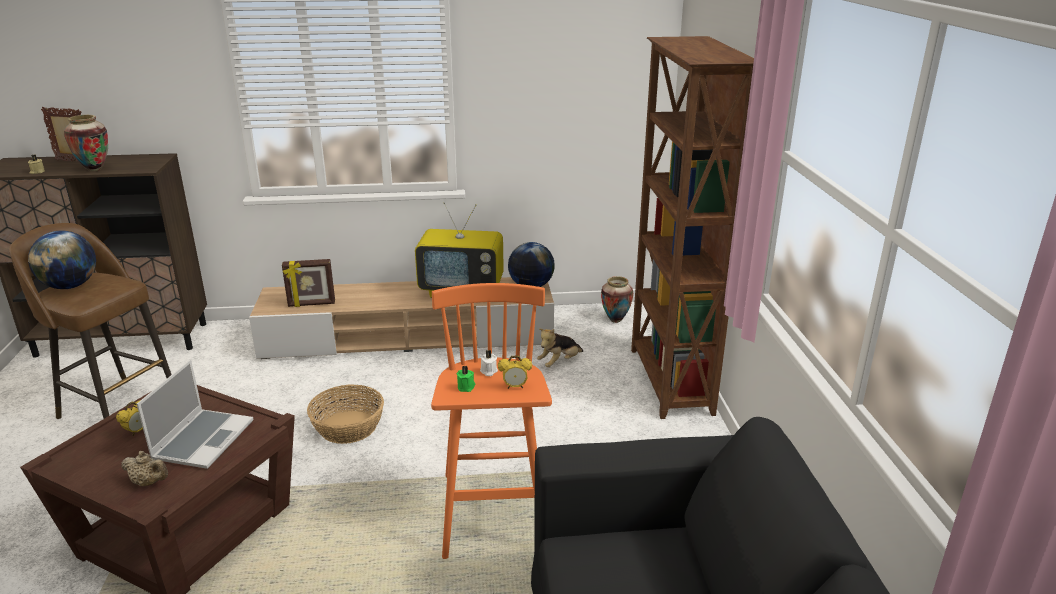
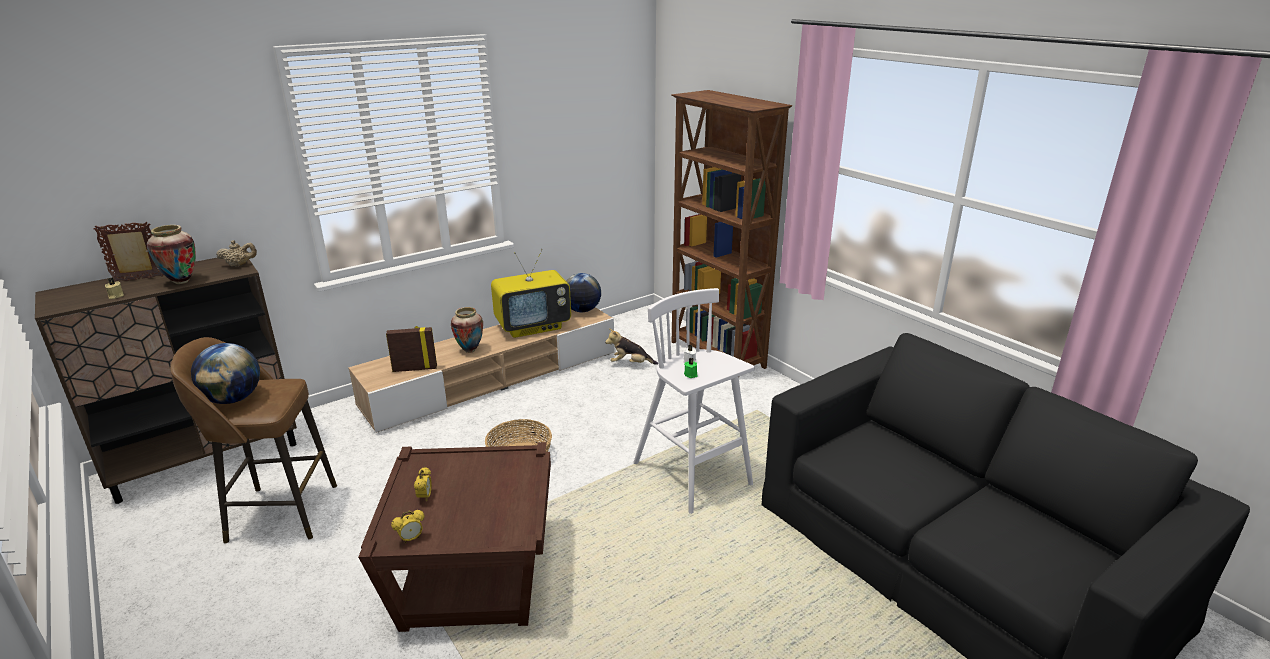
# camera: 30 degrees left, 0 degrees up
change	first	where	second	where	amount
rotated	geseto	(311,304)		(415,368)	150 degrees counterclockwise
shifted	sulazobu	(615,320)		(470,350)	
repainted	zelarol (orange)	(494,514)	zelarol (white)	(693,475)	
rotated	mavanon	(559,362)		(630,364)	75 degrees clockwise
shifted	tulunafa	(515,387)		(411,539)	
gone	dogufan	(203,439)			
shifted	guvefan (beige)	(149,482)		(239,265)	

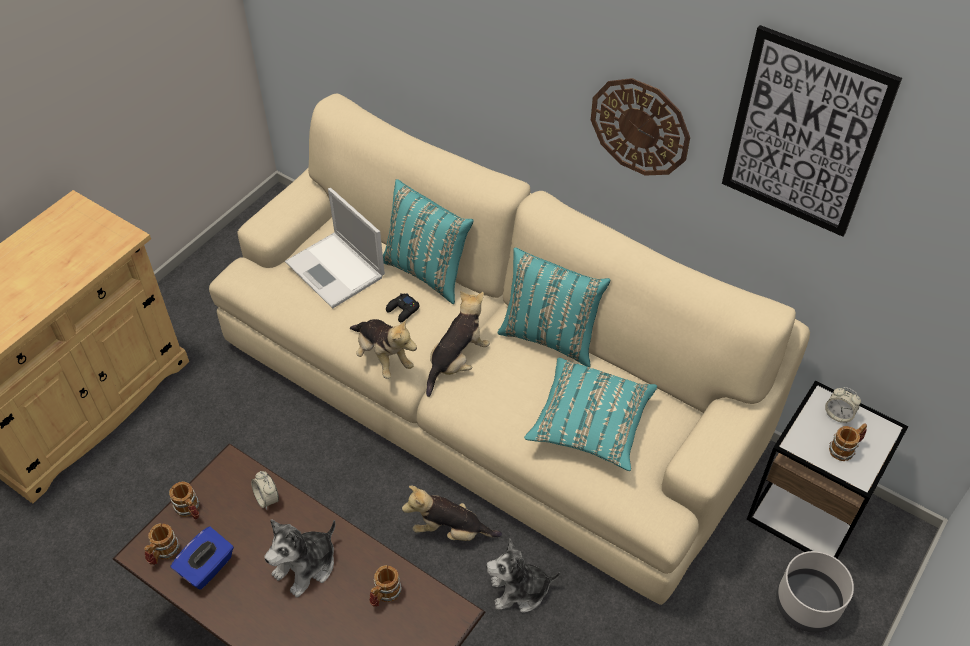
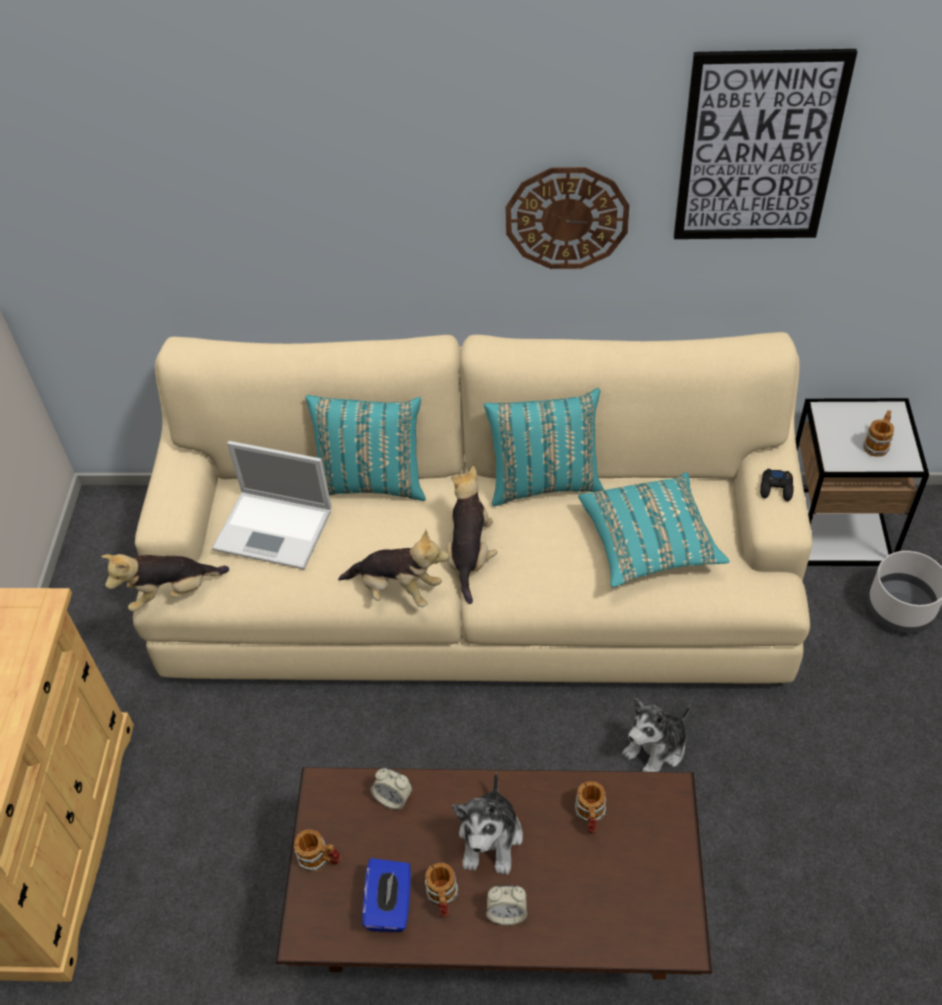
# camera: 30 degrees left, 0 degrees up
change	first	where	second	where	amount
shifted	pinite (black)	(403,310)		(776,488)	
shifted	tulunafa	(838,415)		(507,913)	
shifted	mavanon	(450,531)		(172,593)	
shifted	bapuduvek	(163,553)		(443,898)	

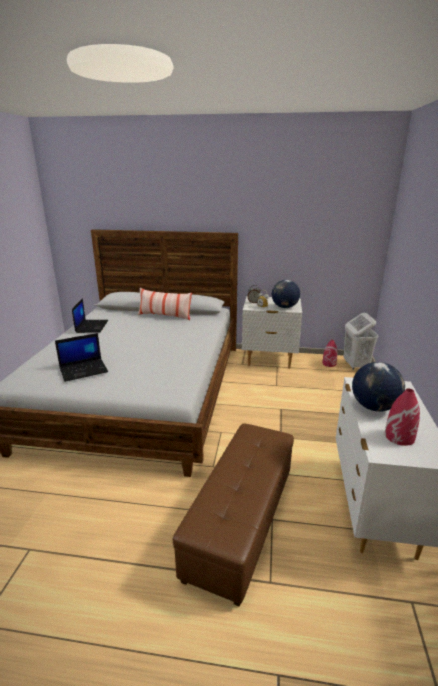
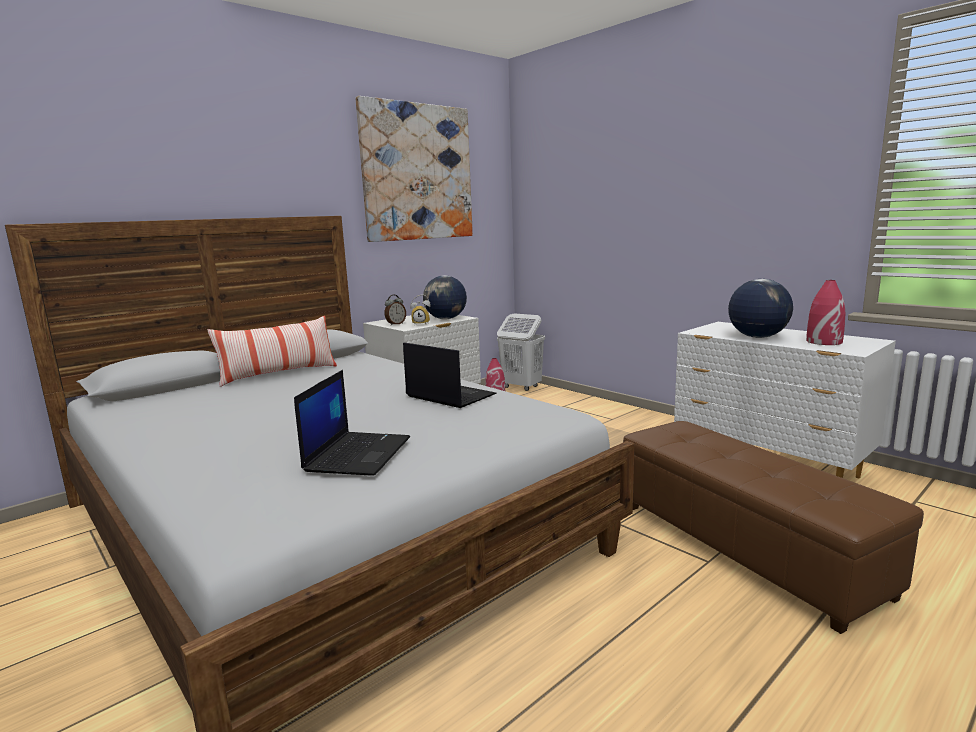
# camera: 50 degrees left, 10 degrees down
change	first	where	second	where	amount
shifted	dogufan	(91,326)		(449,396)	
new			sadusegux	(417,173)	

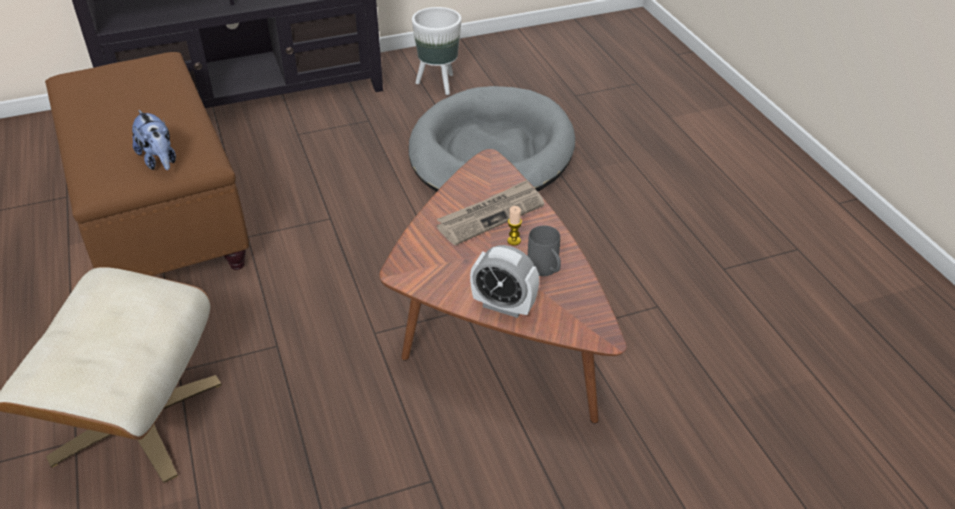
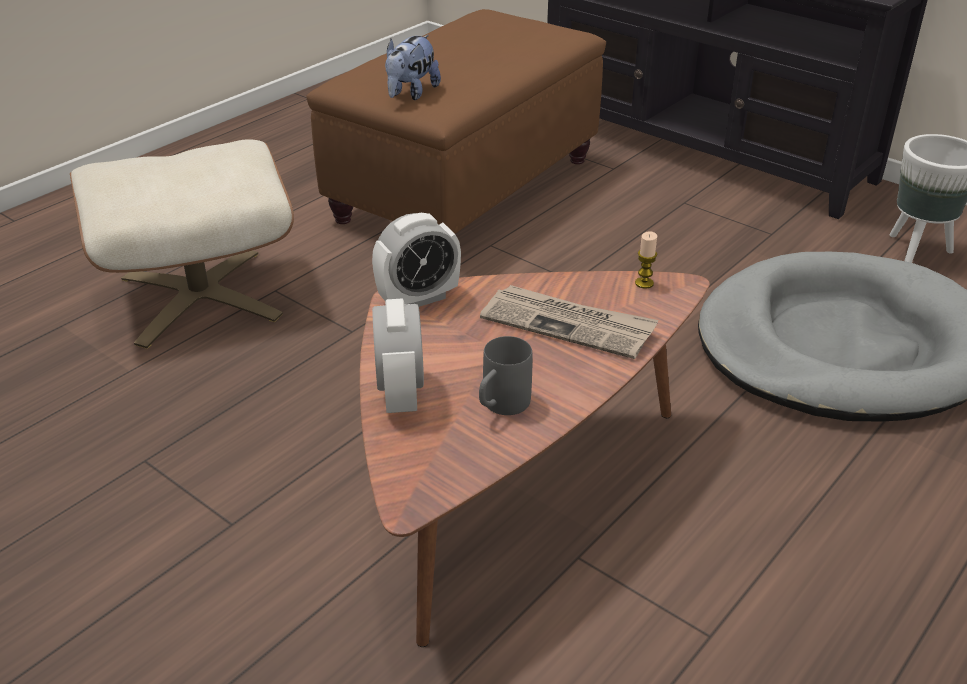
# camera: 60 degrees right, 5 degrees down
change	first	where	second	where	amount
shifted	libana	(514,241)		(644,283)	
new			tulunafa	(418,299)	

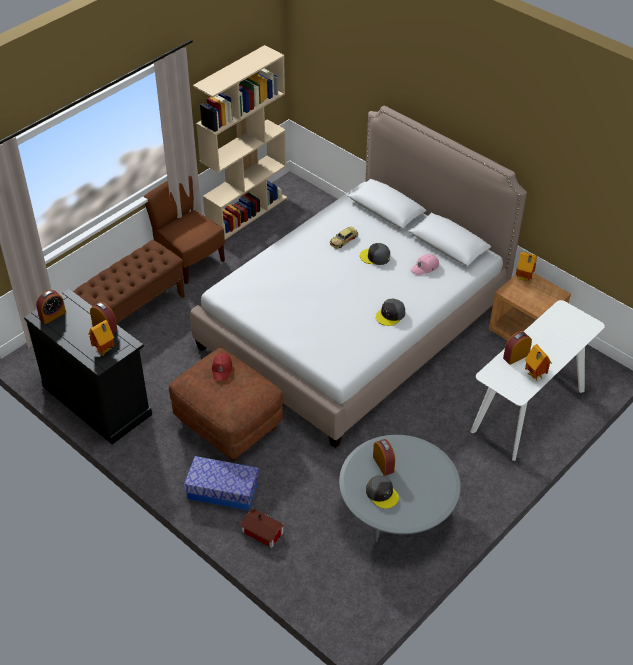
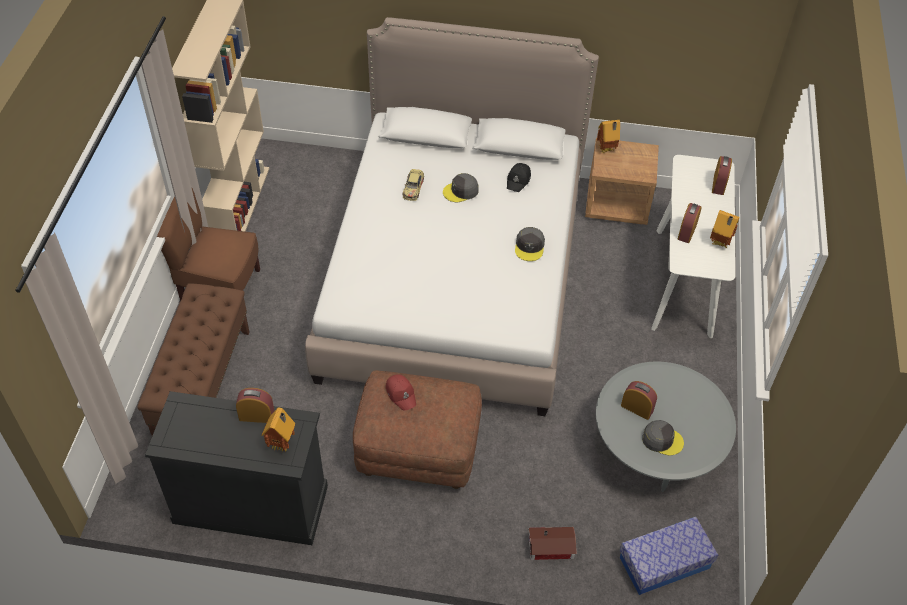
# camera: 35 degrees left, 5 degrees up
change	first	where	second	where	amount
repainted	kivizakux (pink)	(425,267)	kivizakux (black)	(518,180)	
shifted	tulunafa	(52,315)		(718,184)	
shifted	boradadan	(222,491)		(664,563)	

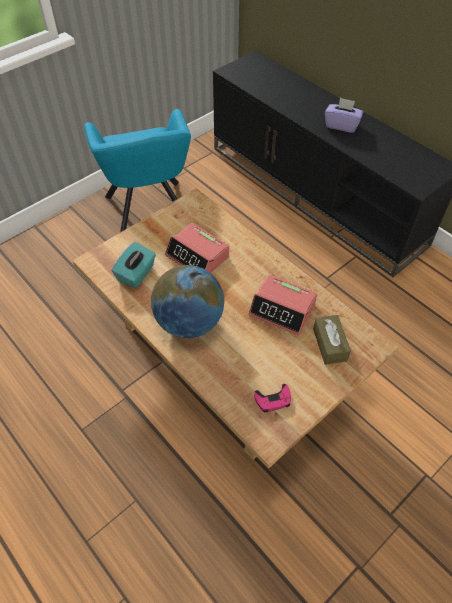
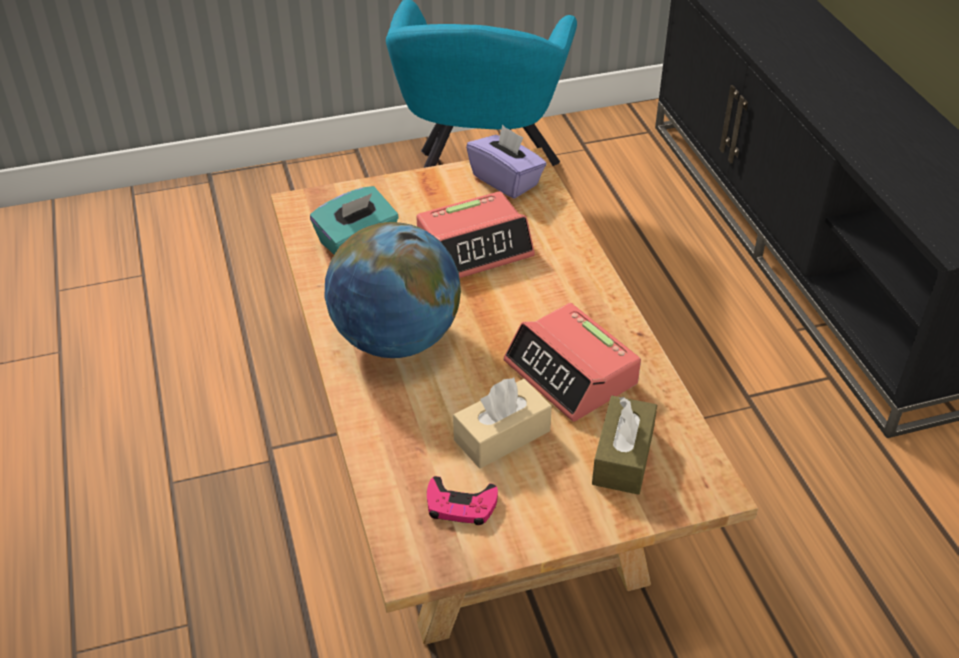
# camera: 25 degrees right, 10 degrees down
change	first	where	second	where	amount
shifted	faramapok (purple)	(341,125)		(506,180)	
rotated	tulunafa	(197,256)		(475,247)	90 degrees counterclockwise
new			faramapok (beige)	(502,435)	

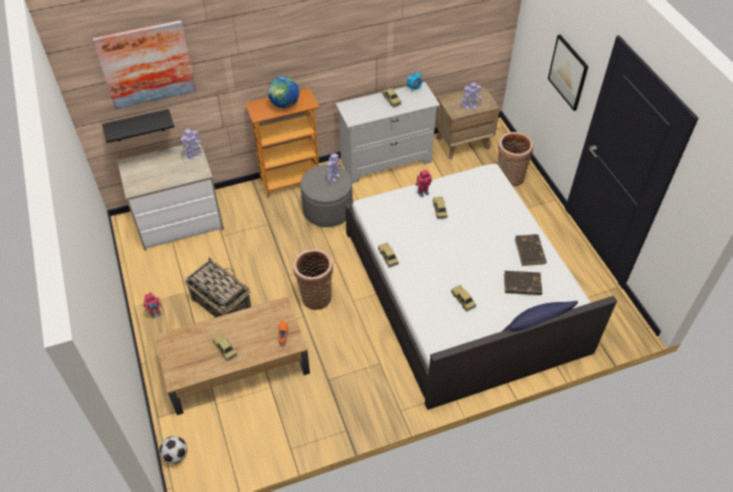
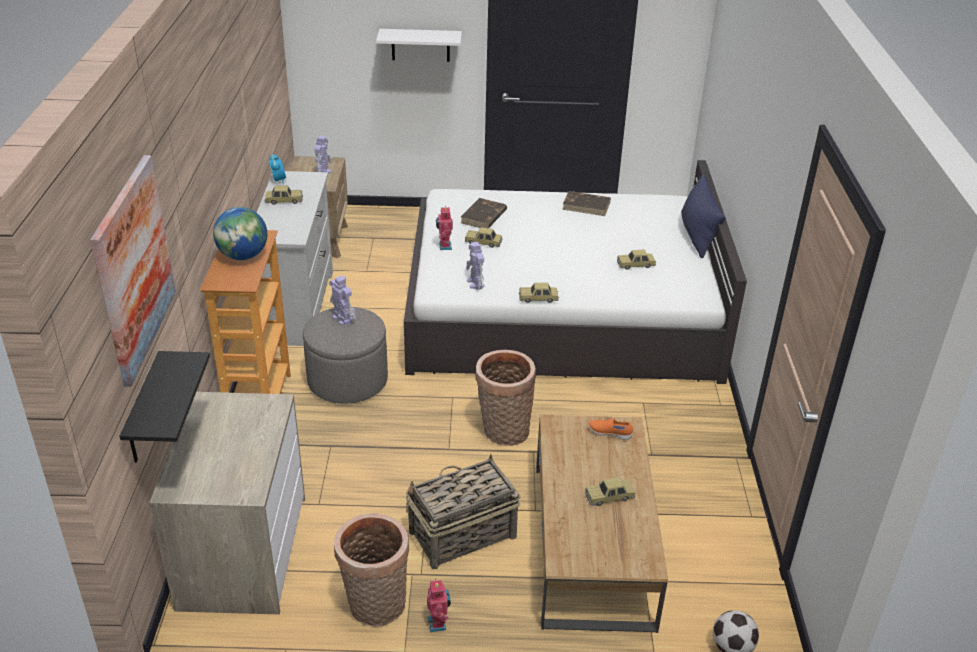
# camera: 70 degrees left, 15 degrees down
change	first	where	second	where	amount
swapped	sadusegux	(568,72)	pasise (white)	(420,45)	
shifted	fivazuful	(193,154)		(475,283)	
shifted	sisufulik	(509,177)		(375,608)	
shifted	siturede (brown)	(521,284)		(483,217)	

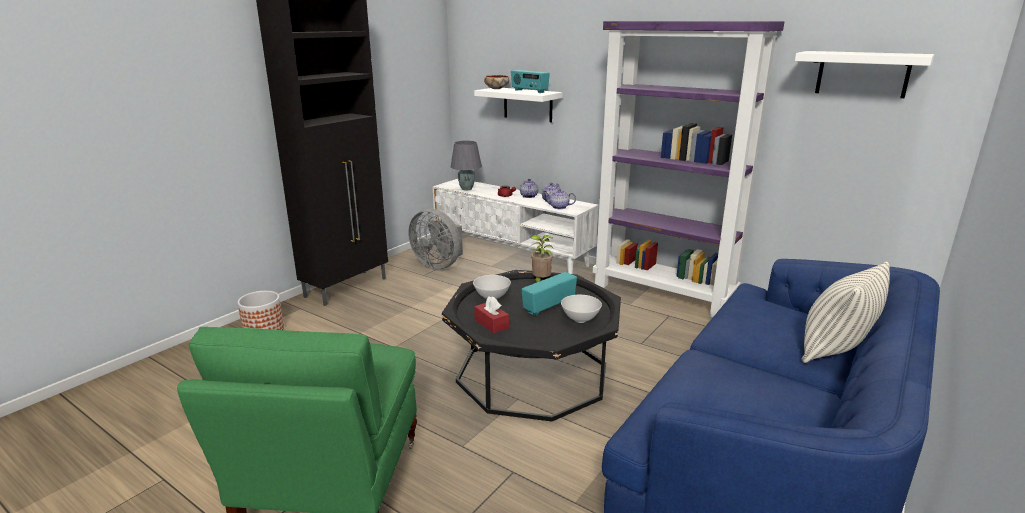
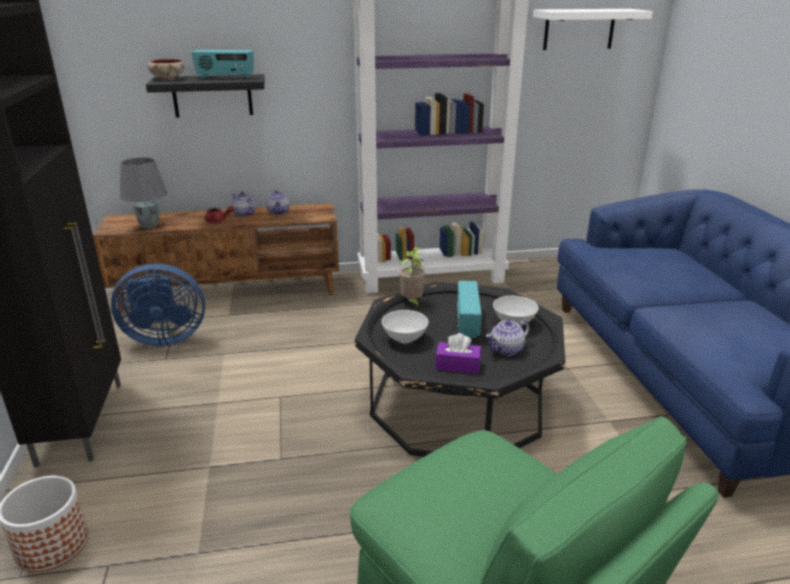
# camera: 45 degrees left, 5 degrees up
change	first	where	second	where	amount
repainted	pasise (white)	(528,104)	pasise (black)	(212,95)	
repainted	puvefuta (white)	(512,254)	puvefuta (brown)	(230,292)	
shifted	guvefan	(559,207)		(506,350)	
repainted	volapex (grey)	(439,264)	volapex (blue)	(164,338)	
gone	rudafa	(835,350)			
repainted	faramapok (red)	(491,324)	faramapok (purple)	(457,365)	

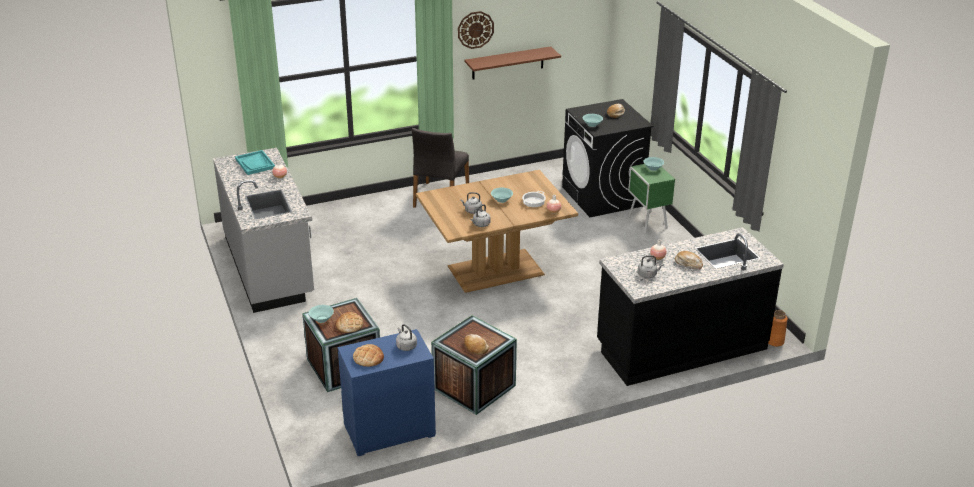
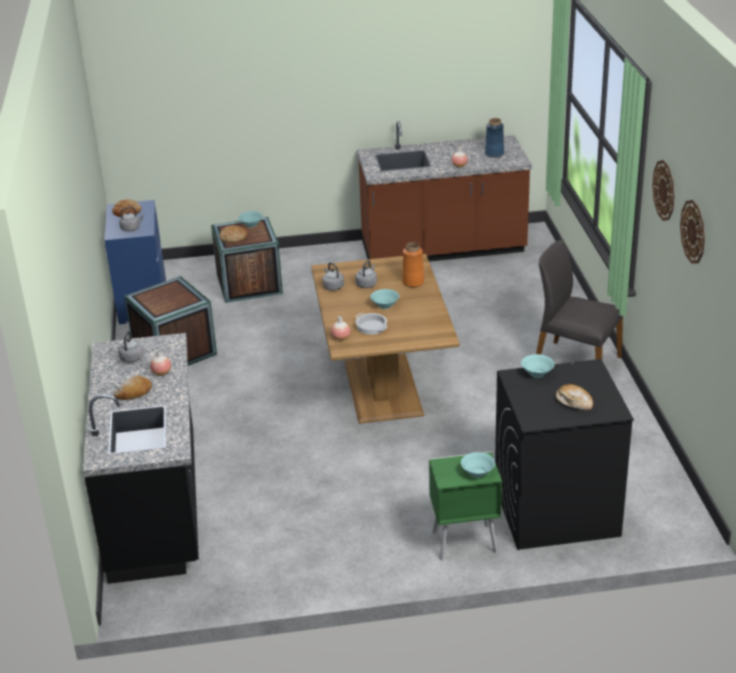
# camera: 105 degrees right, 0 degrees up
change	first	where	second	where	amount
gone	pasise (brown)	(508,63)			
repainted	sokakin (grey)	(269,266)	sokakin (brown)	(443,249)	
swapped	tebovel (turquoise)	(255,164)	sulazobu (blue)	(494,154)	
shifted	sulazobu (orange)	(775,341)		(413,282)	
gone	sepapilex	(475,347)			
new			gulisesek	(693,231)	

